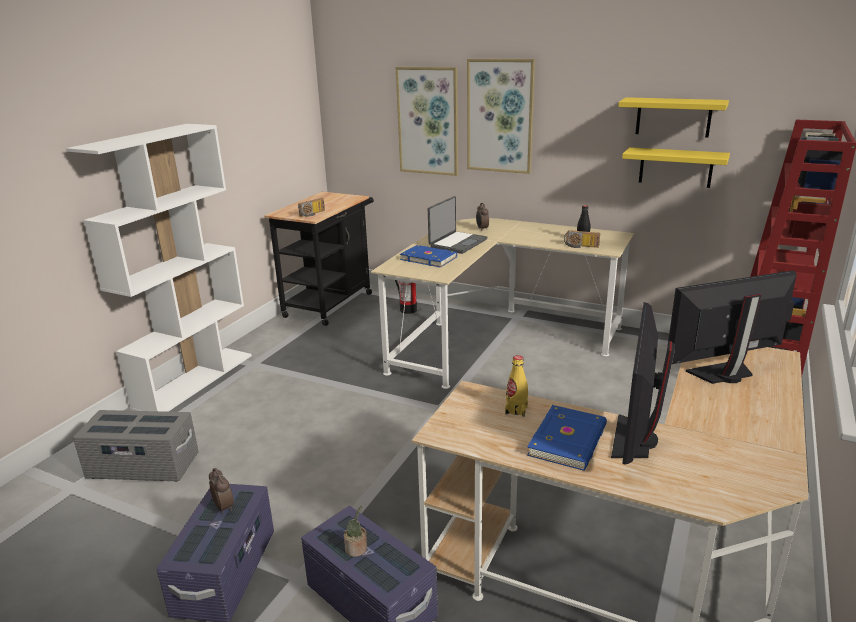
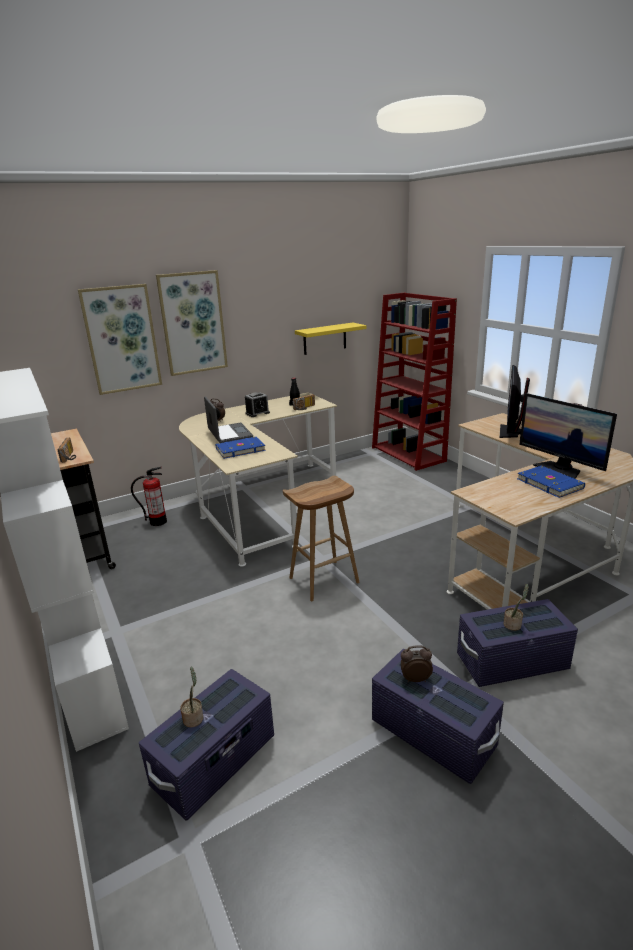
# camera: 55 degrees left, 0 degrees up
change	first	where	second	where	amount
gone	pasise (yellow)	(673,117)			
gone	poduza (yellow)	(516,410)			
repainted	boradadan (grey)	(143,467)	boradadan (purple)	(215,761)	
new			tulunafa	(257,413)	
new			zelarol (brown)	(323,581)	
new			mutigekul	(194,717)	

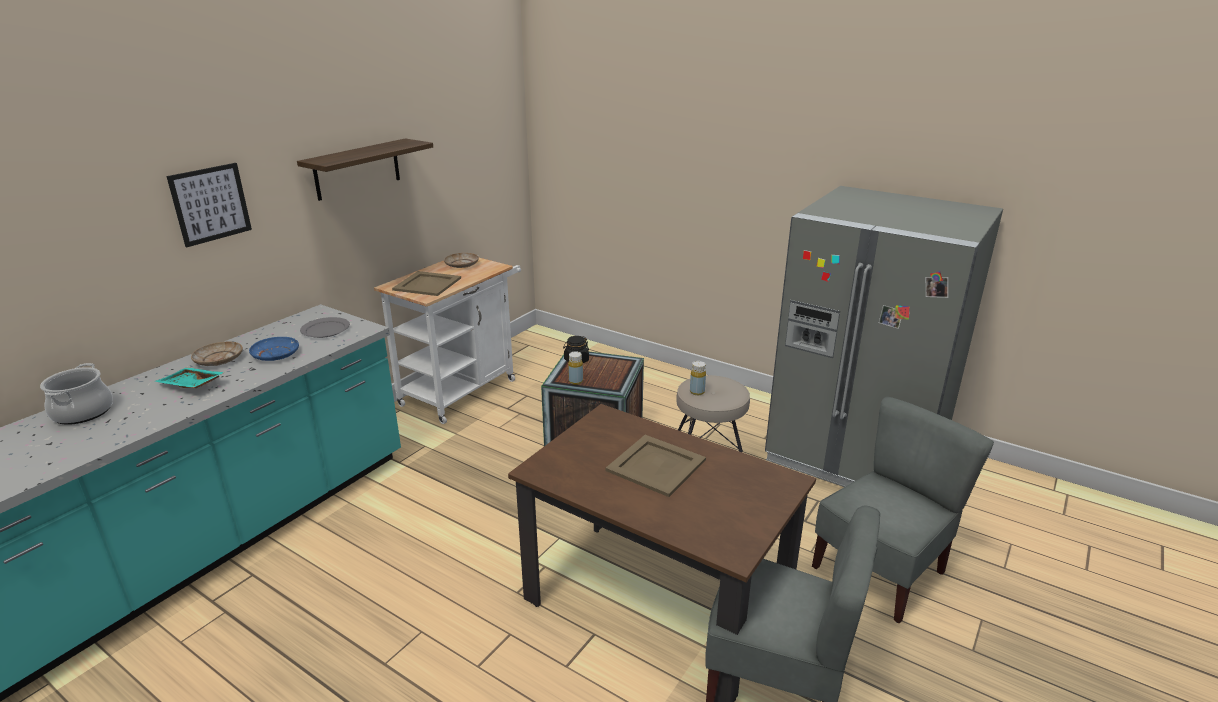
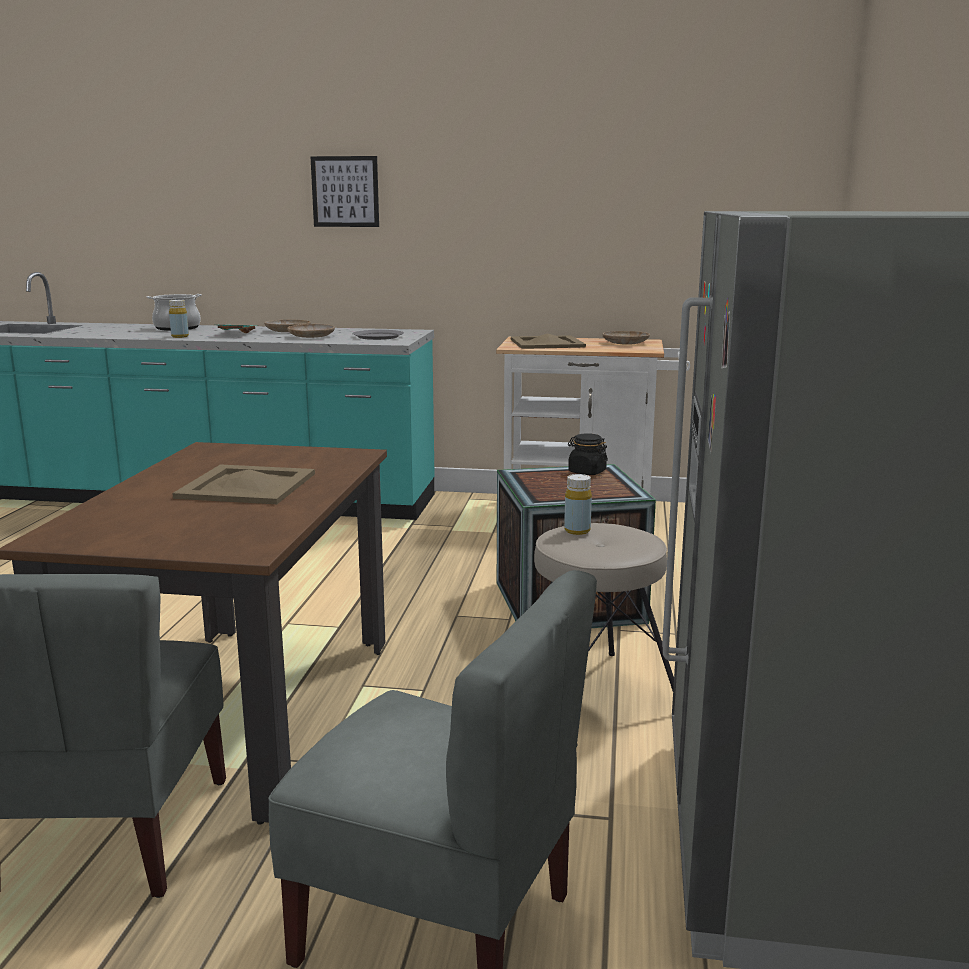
# camera: 65 degrees right, 10 degrees down
change	first	where	second	where	amount
gone	pasise	(357,169)			
repainted	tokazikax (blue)	(276,354)	tokazikax (beige)	(311,336)	
shifted	poduza (yellow)	(575,381)		(180,336)	

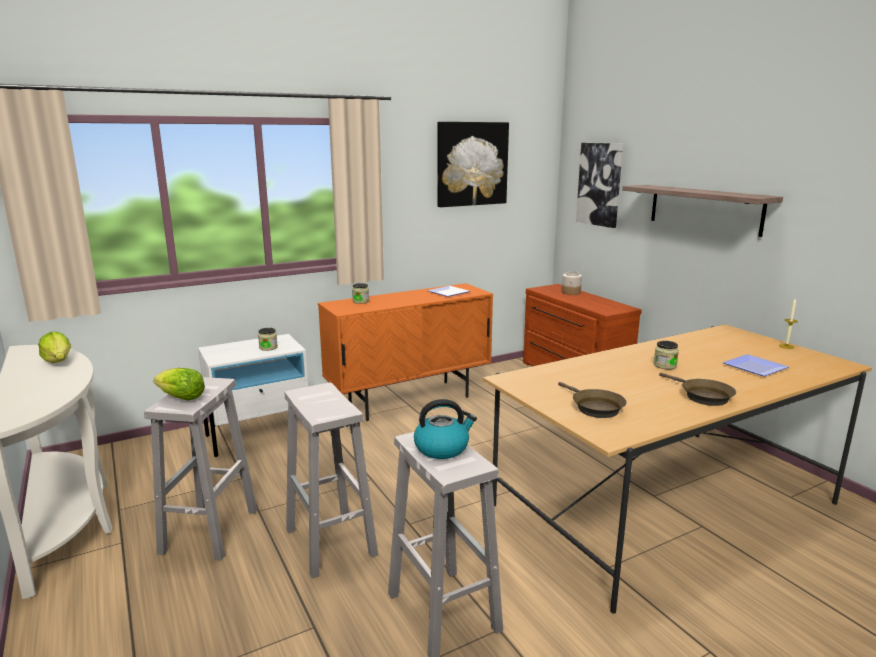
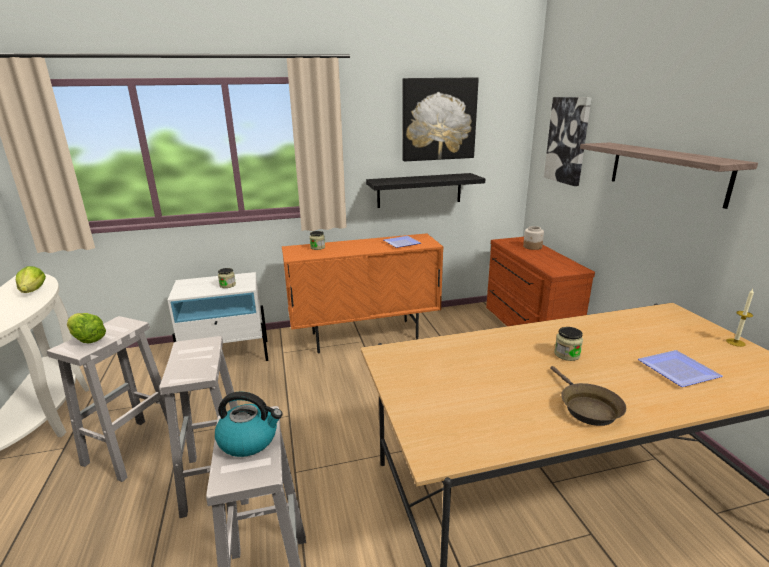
# camera: 15 degrees right, 5 degrees up
change	first	where	second	where	amount
gone	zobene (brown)	(594,407)			
new			pasise (black)	(419,190)	

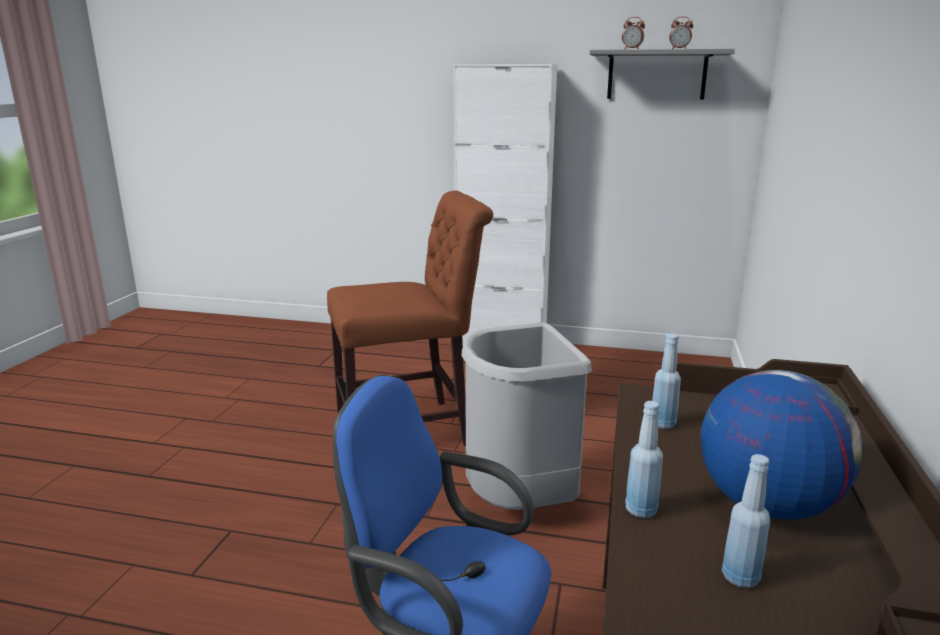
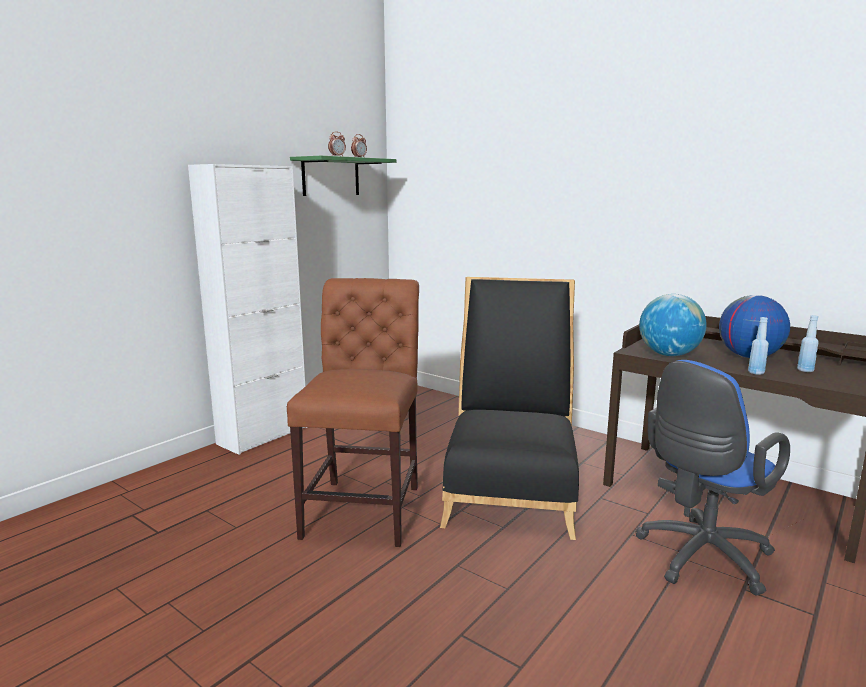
# camera: 65 degrees left, 5 degrees down
change	first	where	second	where	amount
repainted	pasise (grey)	(656,75)	pasise (green)	(331,177)	
swapped	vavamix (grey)	(519,504)	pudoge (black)	(510,489)	
swapped	poduza (blue)	(662,424)	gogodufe	(668,355)	

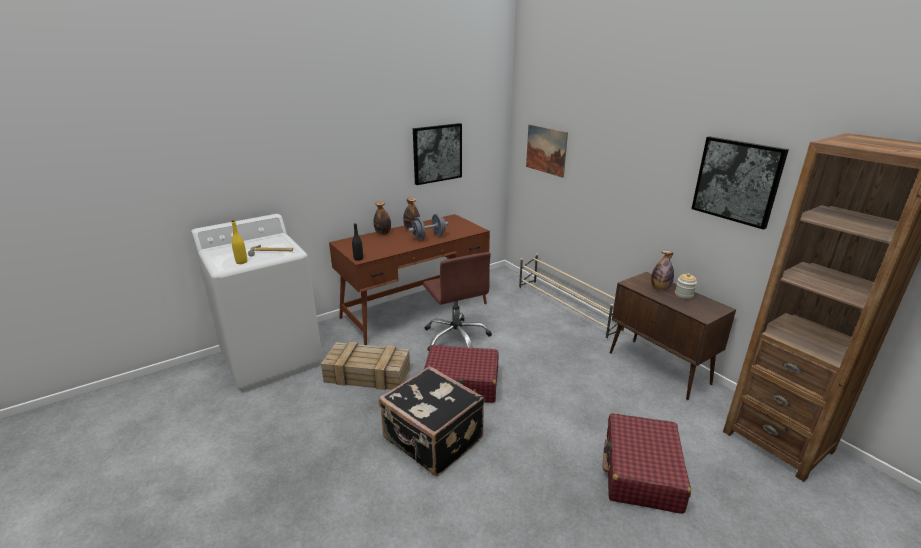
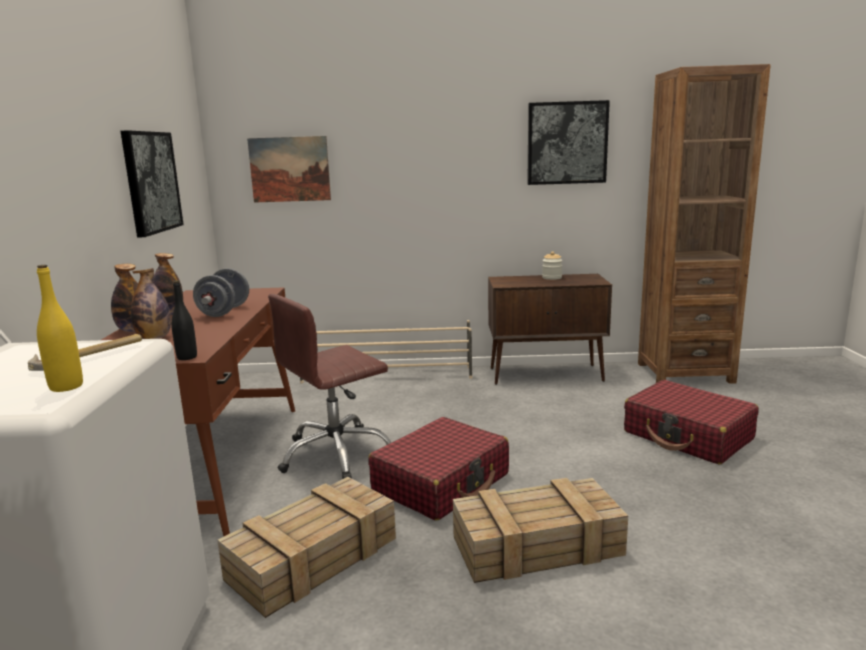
# camera: 55 degrees left, 10 degrees down
change	first	where	second	where	amount
shifted	poduza	(660,289)		(154,338)	
rotated	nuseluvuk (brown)	(456,338)		(336,454)	135 degrees clockwise
swapped	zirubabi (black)	(432,440)	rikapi	(539,544)	

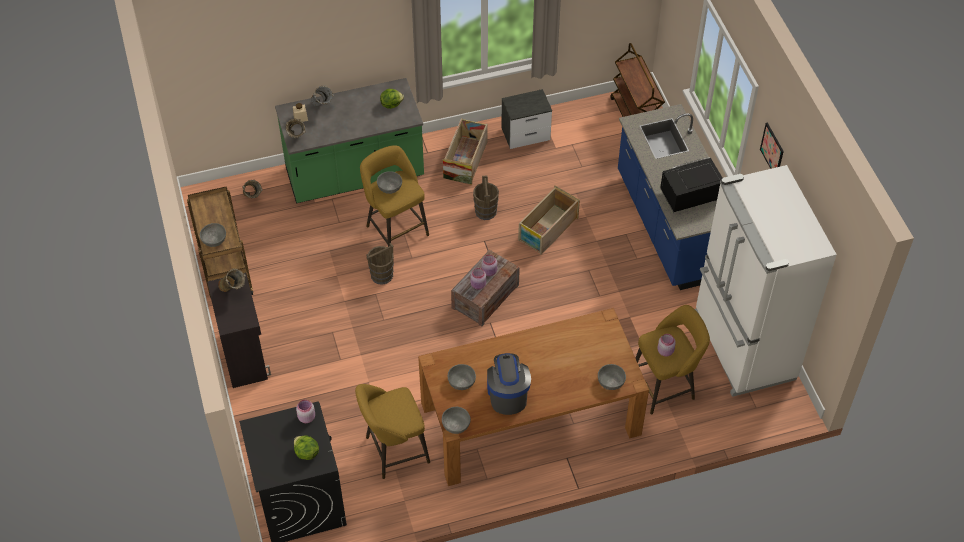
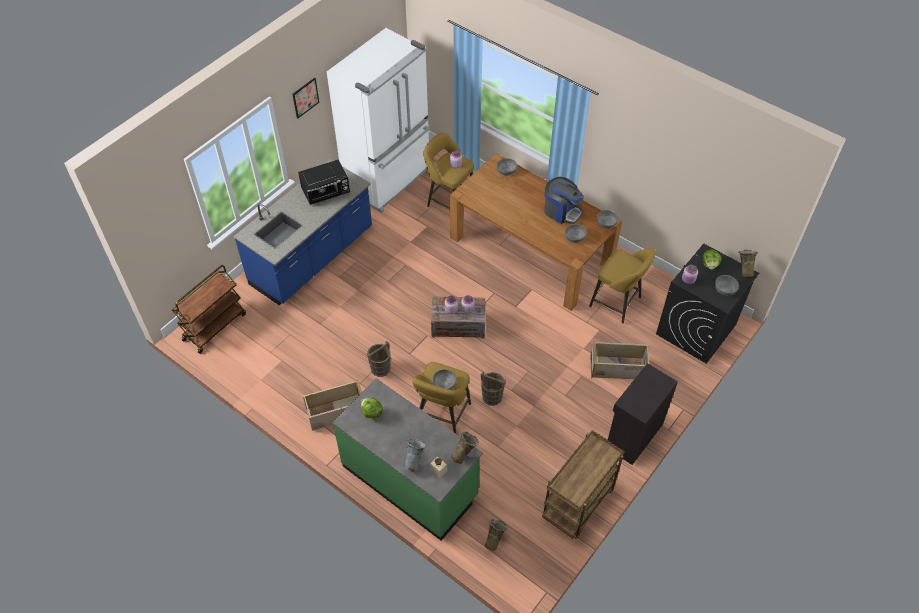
# camera: 125 degrees left, 0 degrees up
change	first	where	second	where	amount
gone	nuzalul	(526,134)			
rotated	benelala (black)	(689,196)		(326,192)	60 degrees counterclockwise
shifted	rikapi	(547,229)		(618,367)	
shifted	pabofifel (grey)	(214,240)		(725,289)	
shifted	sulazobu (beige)	(234,292)		(743,270)	
rotated	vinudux	(507,394)		(561,211)	105 degrees counterclockwise

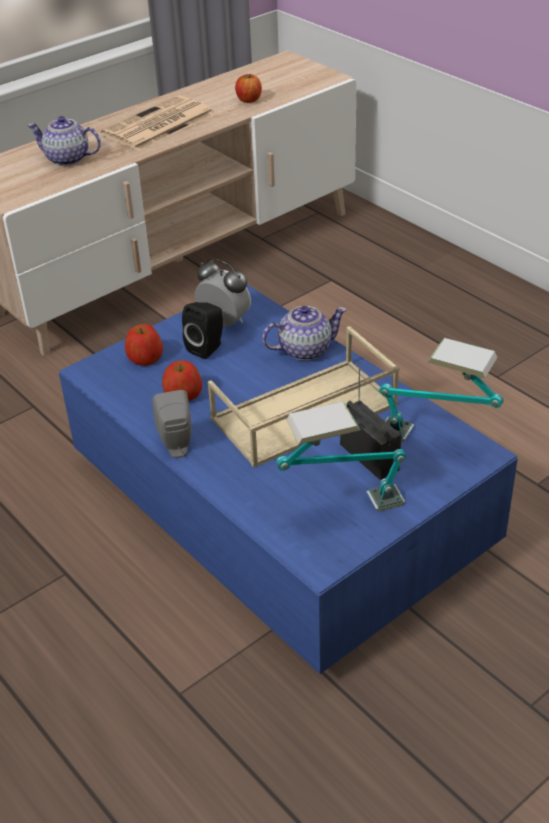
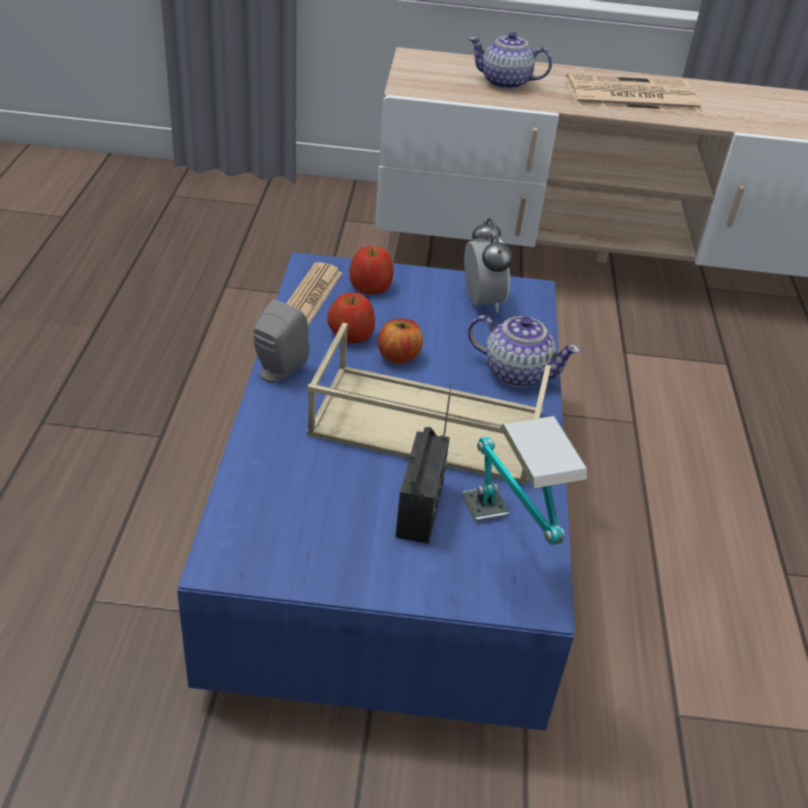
# camera: 40 degrees right, 0 degrees up
change	first	where	second	where	amount
shifted	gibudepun	(249,100)		(398,356)	
rotated	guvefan	(68,159)		(506,83)	45 degrees counterclockwise
gone	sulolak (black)	(207,347)			
gone	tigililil	(342,510)			
new			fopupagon	(311,295)	

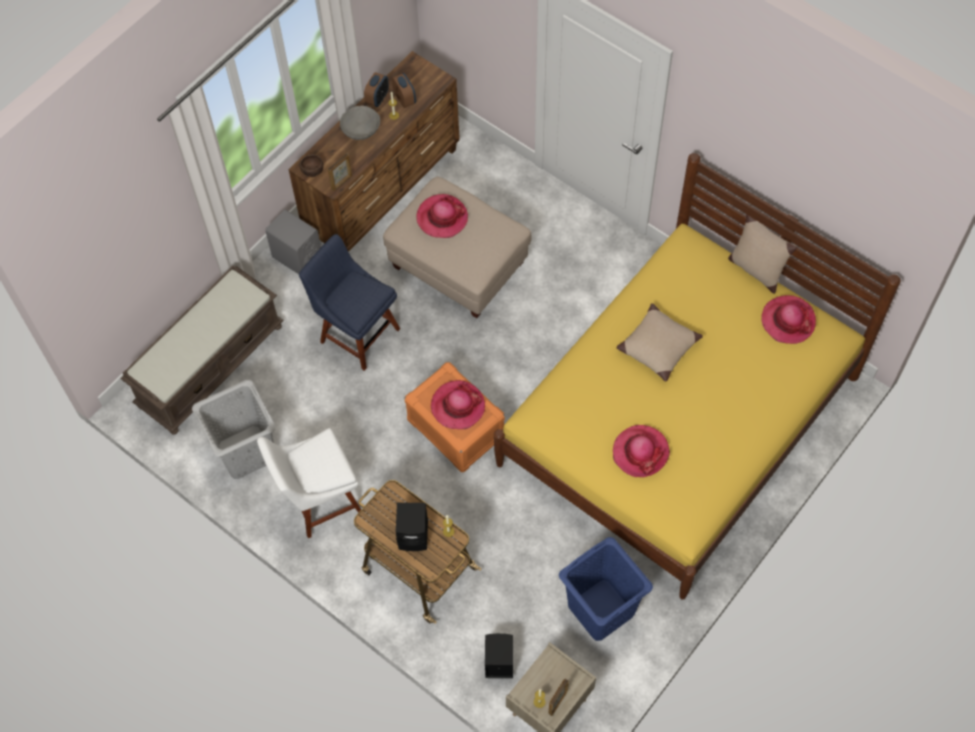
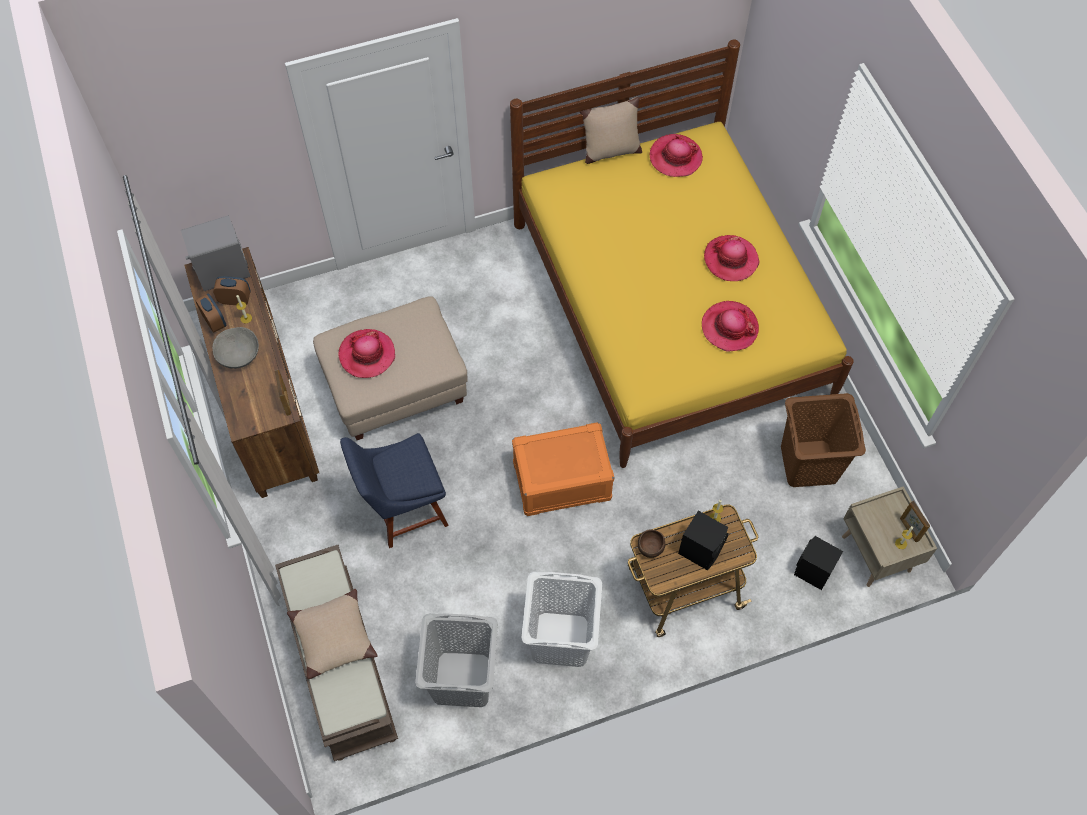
# camera: 60 degrees left, 0 degrees up
change	first	where	second	where	amount
shifted	pabofifel (brown)	(312,170)		(650,547)	
shifted	sulolak (grey)	(297,257)		(222,271)	
shifted	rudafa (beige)	(658,346)		(333,637)	
shifted	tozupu	(458,406)		(730,260)	
swapped	pudoge (white)	(319,502)	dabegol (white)	(560,639)	
repainted	dabegol (blue)	(601,610)	dabegol (brown)	(809,464)	

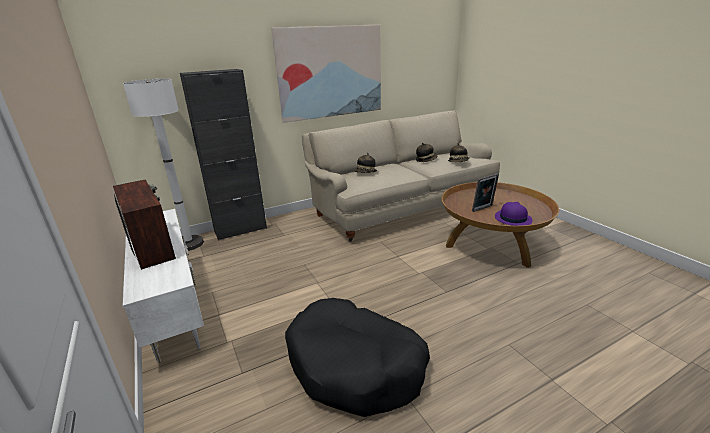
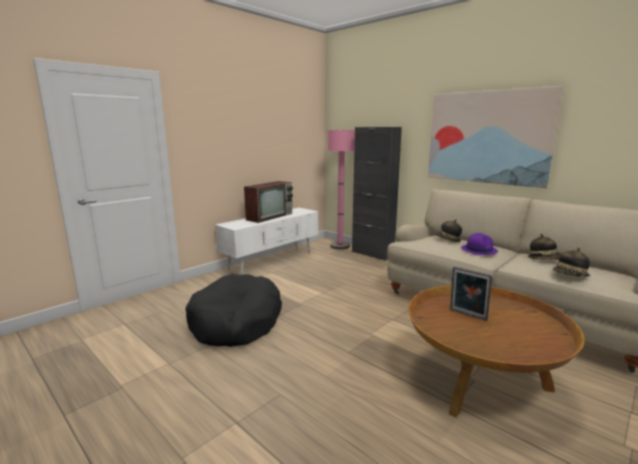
# camera: 70 degrees right, 10 degrees down
change	first	where	second	where	amount
repainted	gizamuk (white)	(189,244)	gizamuk (pink)	(340,246)	
shifted	tozupu (purple)	(512,218)		(479,250)	

